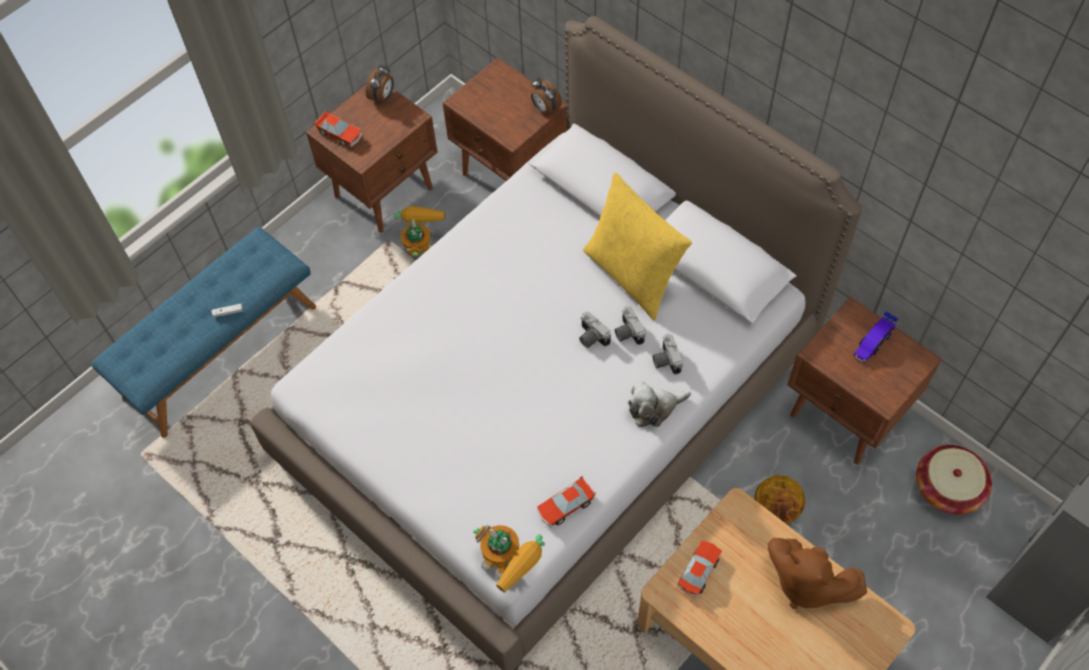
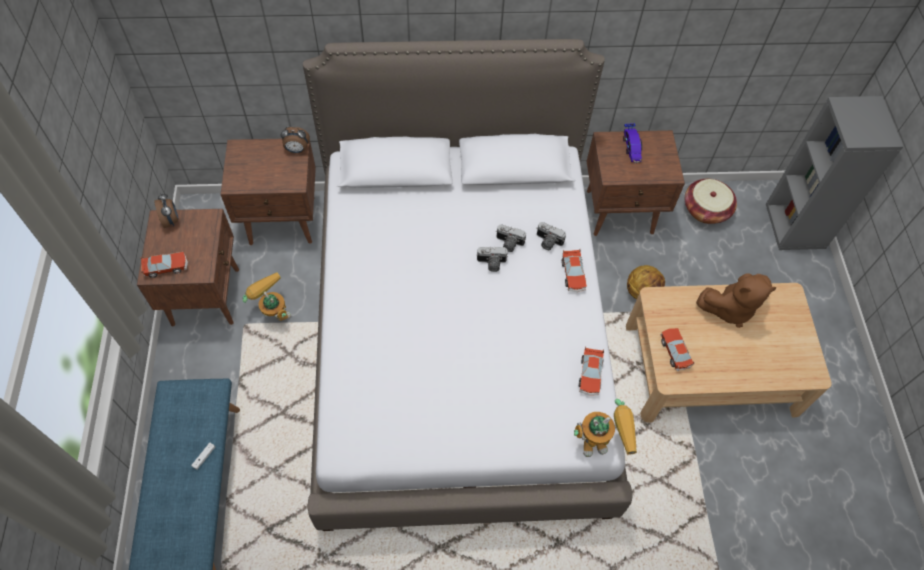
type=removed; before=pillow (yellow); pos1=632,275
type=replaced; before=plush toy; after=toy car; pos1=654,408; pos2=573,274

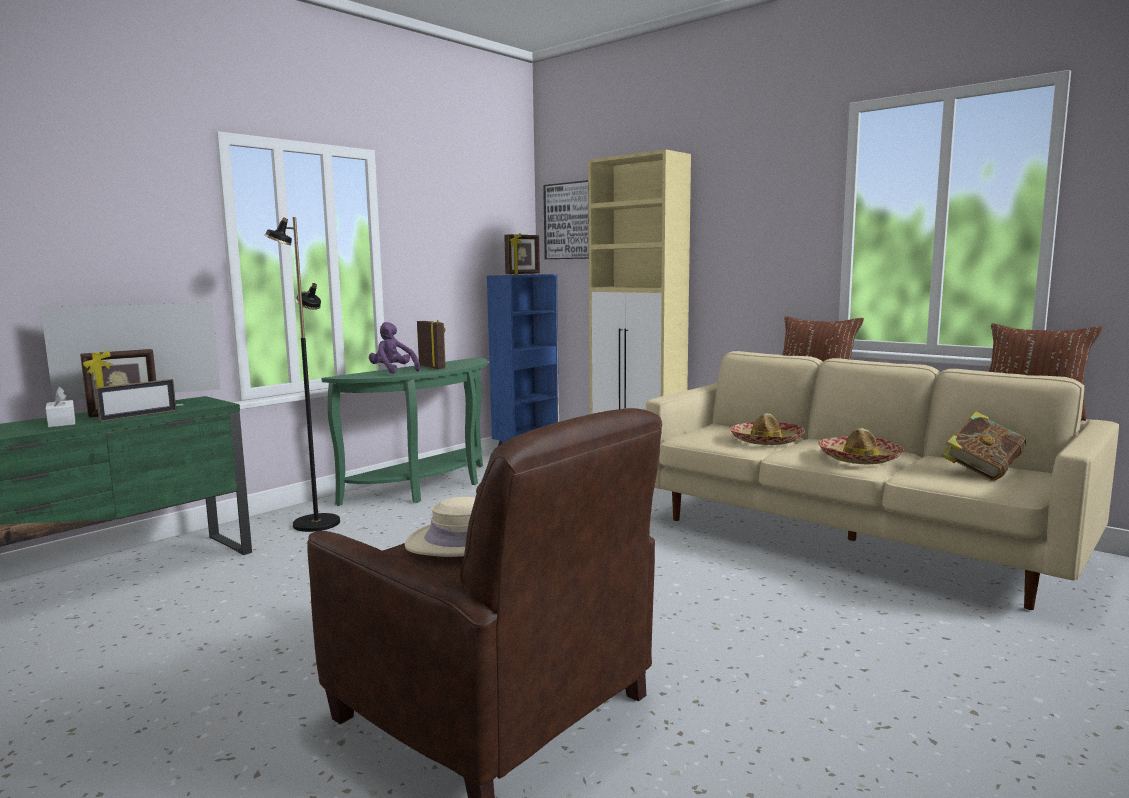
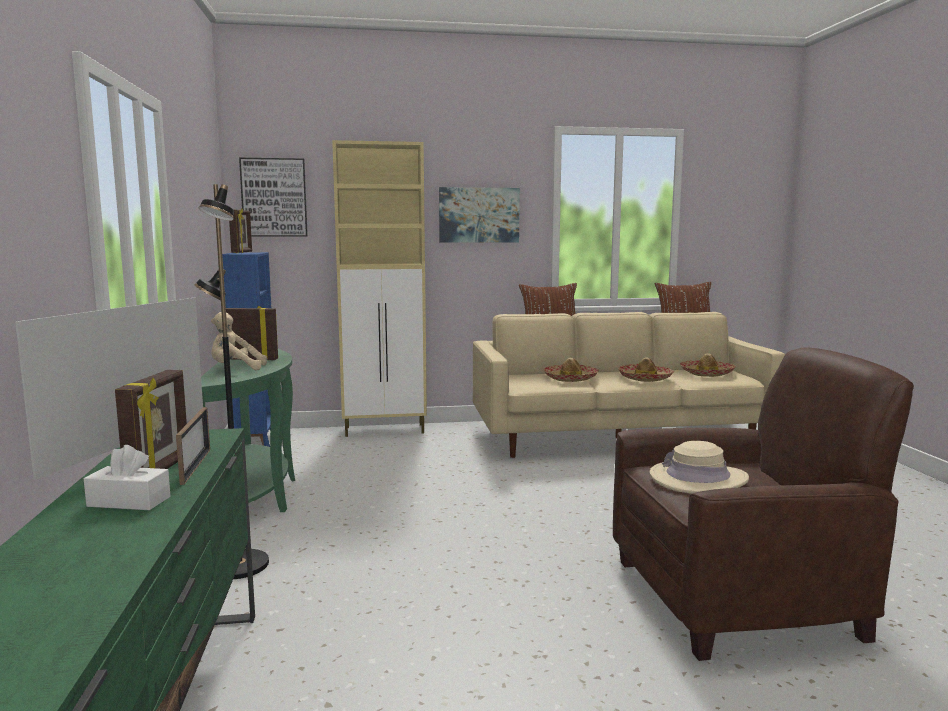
type=recoloured; before=plush toy (purple); after=plush toy (beige); pos1=393,371; pos2=235,369
type=replaced; before=book; after=hat; pos1=981,472; pos2=706,373
type=added; after=picture; pos2=479,215

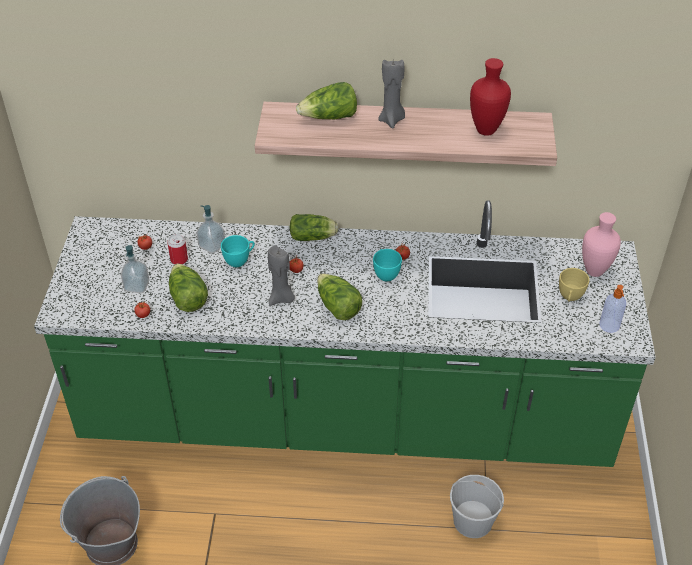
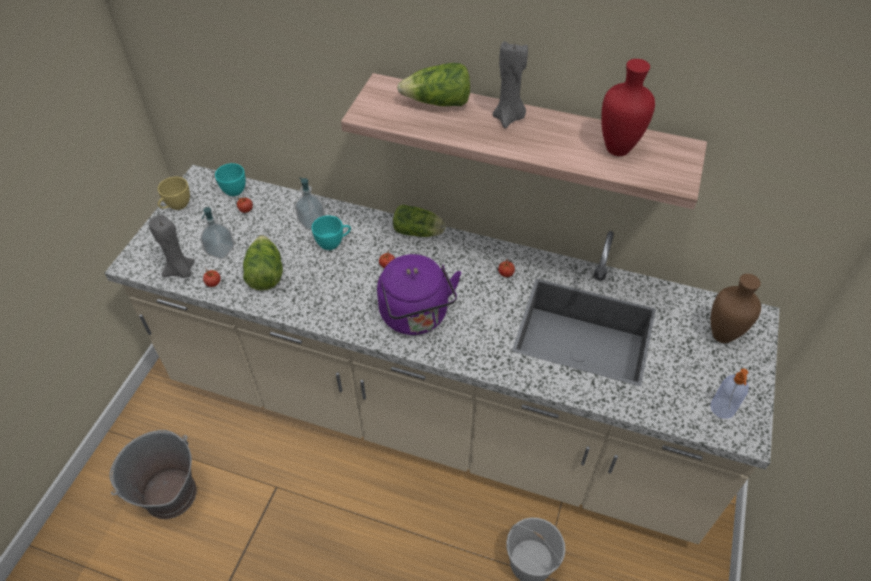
type=recoloured; before=counter (green); after=counter (beige); pos1=346,416; pos2=435,414
type=removed; before=can; pos1=179,259
type=moved; before=candle (grey); pos1=282,298; pos2=180,271
type=replaced; before=lettuce; after=kettle (purple); pos1=337,306; pos2=416,317
type=moved; before=cup (turquoise); pos1=385,273; pos2=235,188
type=moved; before=cup (yellow); pos1=569,297; pos2=176,206
type=recoloured; before=vase (pink); after=vase (brown); pos1=593,271; pos2=721,334

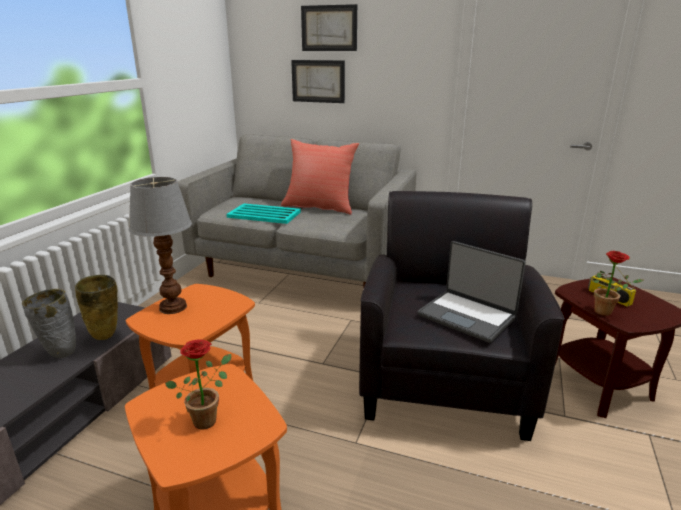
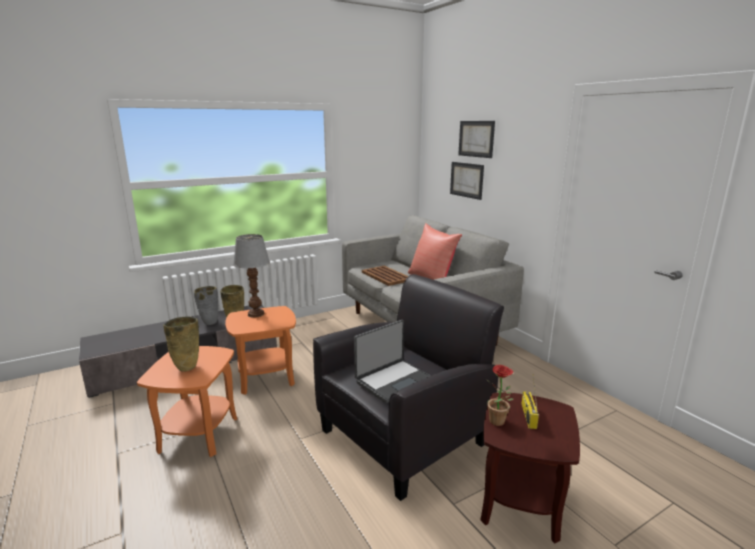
type=replaced; before=potted plant; after=vase (beige); pos1=208,418; pos2=187,366
type=recoloured; before=tray (turquoise); after=tray (brown); pos1=263,214; pos2=386,276
type=turned; before=laptop; pos1=467,316; pos2=393,381; turn=-120

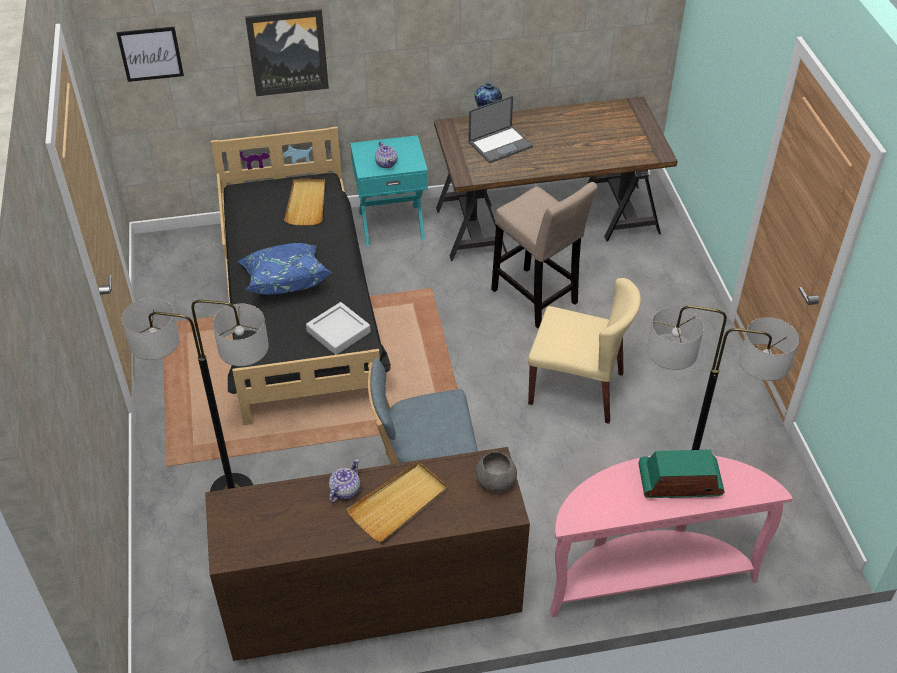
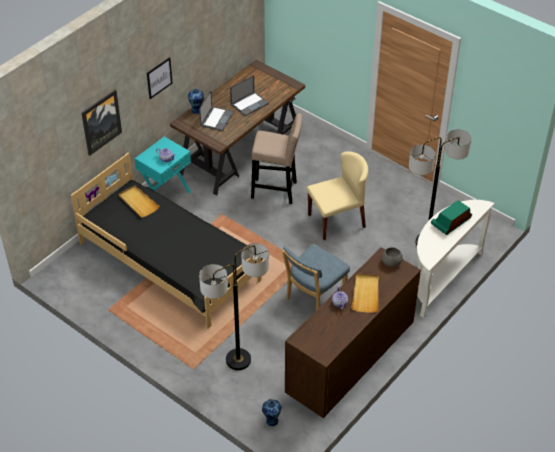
type=moved; before=picture; pos1=150,54; pos2=159,78
type=removed; before=pillow (blue); pos1=285,280
type=removed; before=tray (grey); pos1=338,332
type=recoloured; before=console table (pink); after=console table (white); pos1=646,574; pos2=441,278
type=added; after=laptop; pos2=249,104
type=added; after=vase; pos2=271,420

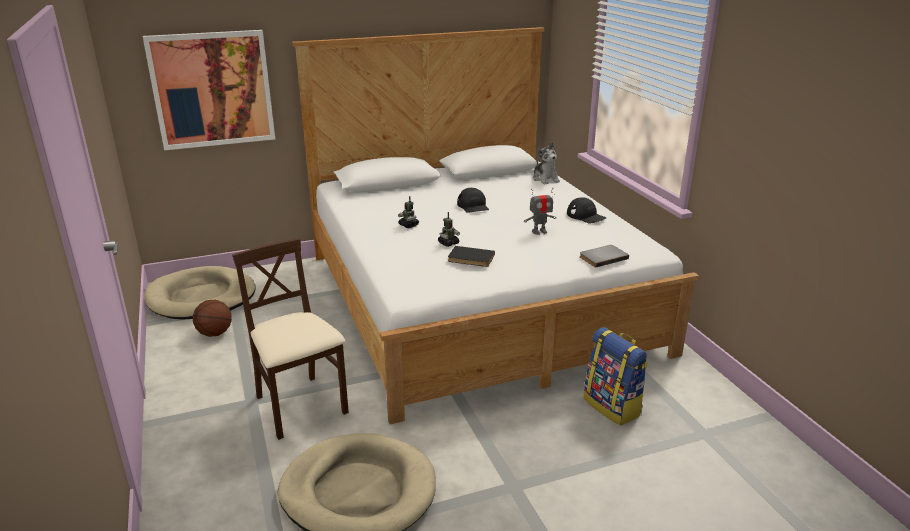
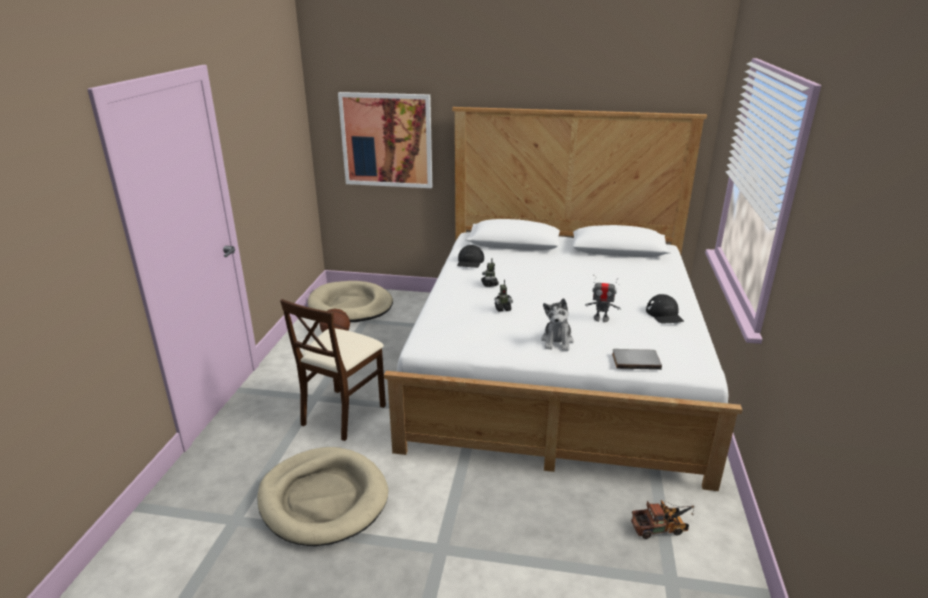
type=turned; before=chair (beige); pos1=300,406; pos2=343,413; turn=-150
type=removed; before=book (black); pos1=470,259
type=moved; before=cap (black); pos1=473,206; pos2=470,262
type=moved; before=plush toy; pos1=545,179; pos2=557,341
type=removed; before=backpack; pos1=613,406
type=added; after=toy truck; pos2=662,528

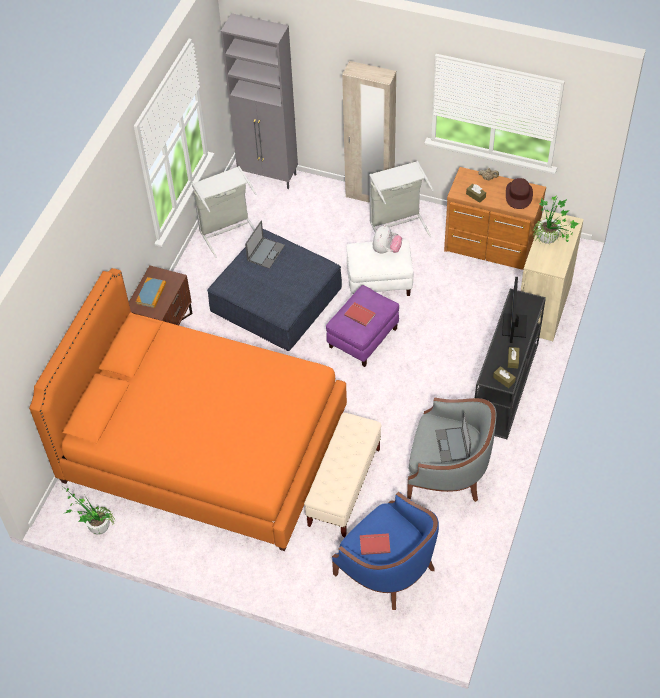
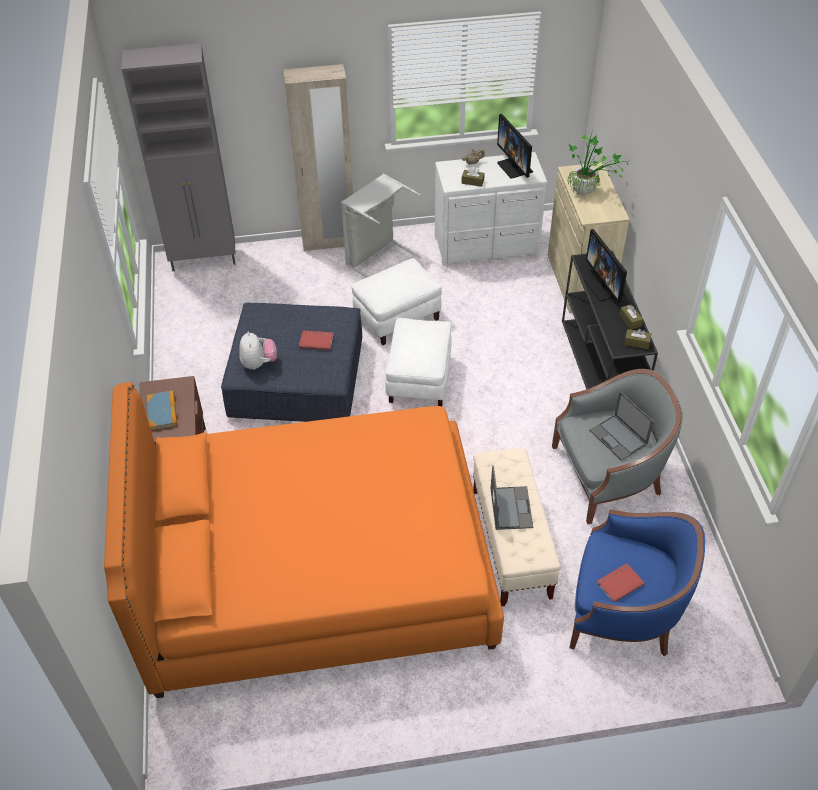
type=removed; before=potted plant; pos1=95,526
type=removed; before=laundry basket (grey); pos1=227,231
type=moved; before=laptop; pos1=266,252; pos2=510,507
type=recoloured; before=ottoman (purple); after=ottoman (white); pos1=363,337; pos2=418,378
type=moved; before=book (red); pos1=360,314; pos2=316,340
type=moved; before=plush toy; pos1=386,250; pos2=259,363
type=recoloured; before=dresser (brown); after=dresser (white); pos1=491,248; pos2=487,247
type=replaced; before=hat (brown); after=monitor; pos1=519,195; pos2=515,167

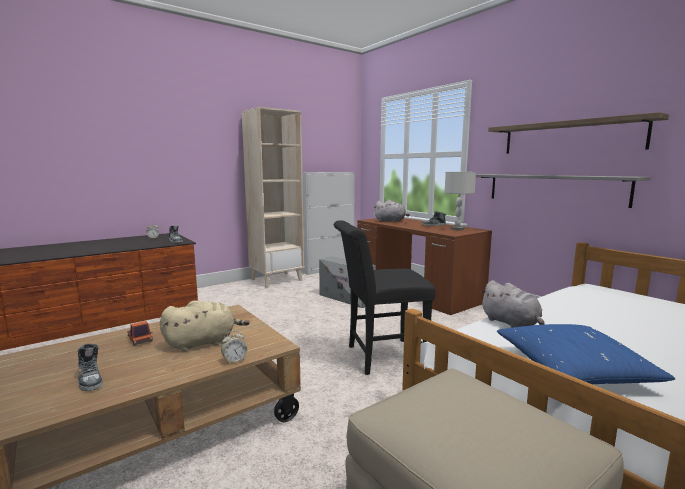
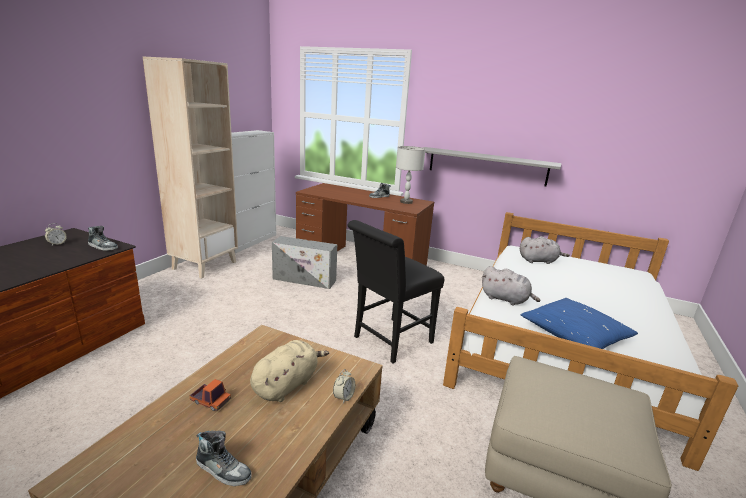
type=moved; before=plush toy (grey); pos1=391,221; pos2=539,261
type=removed; before=shelf; pos1=570,137

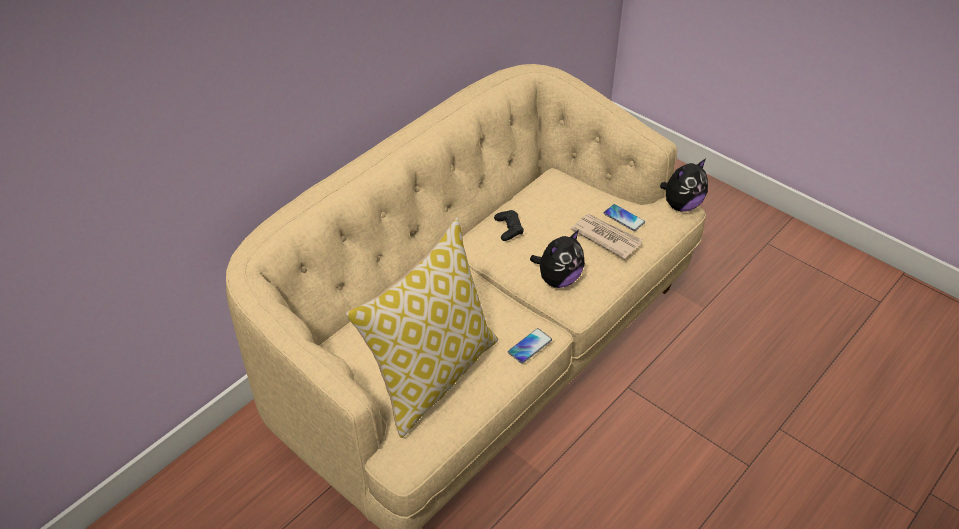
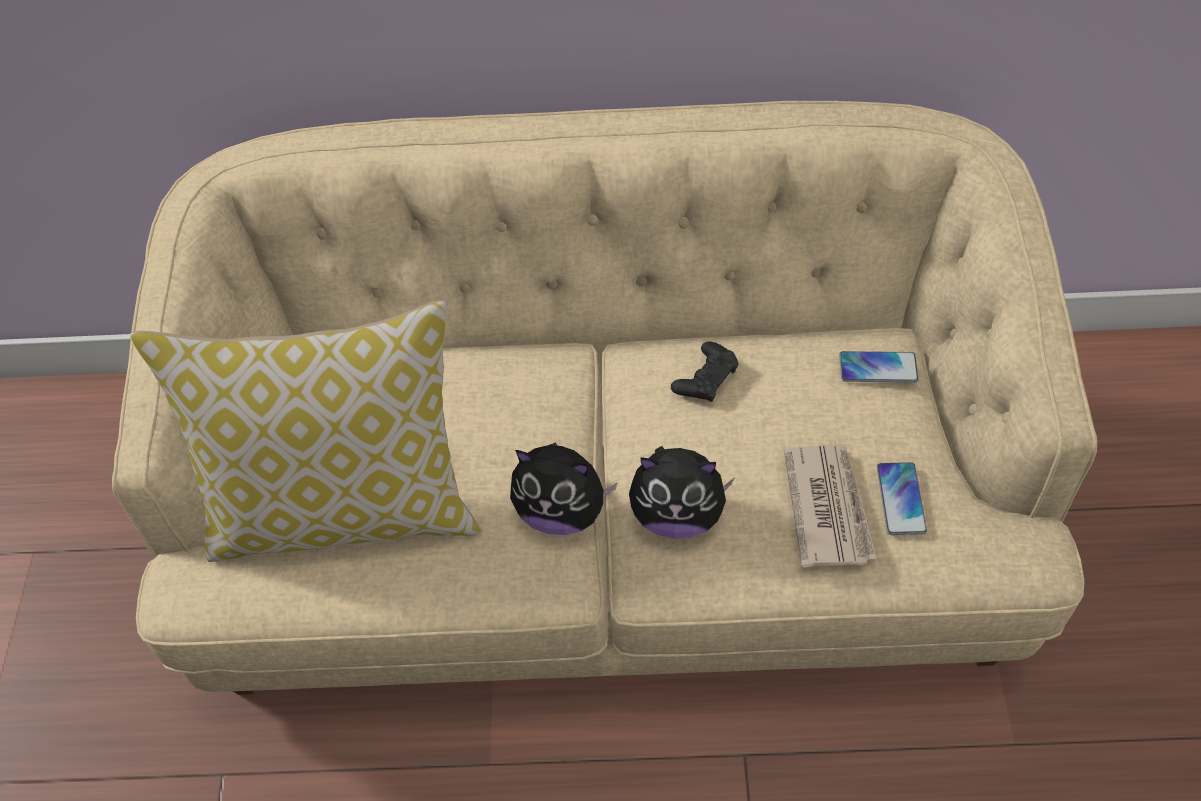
type=moved; before=phone; pos1=529,346; pos2=878,368
type=moved; before=plush toy; pos1=681,205; pos2=561,511

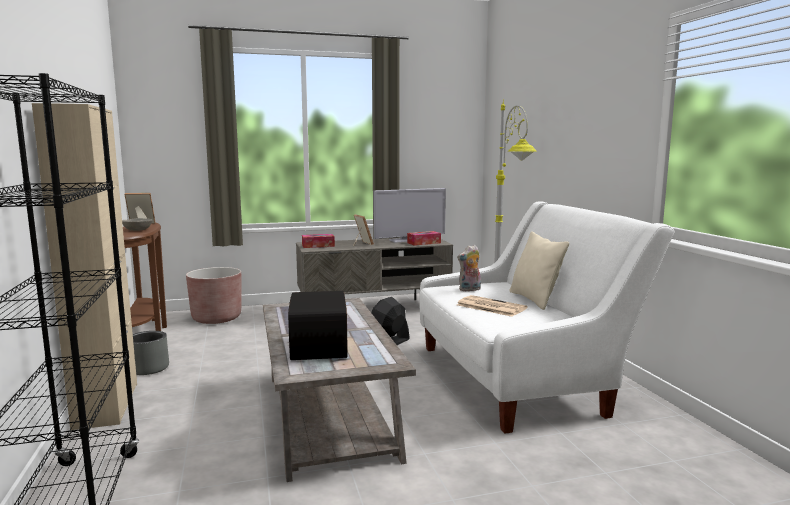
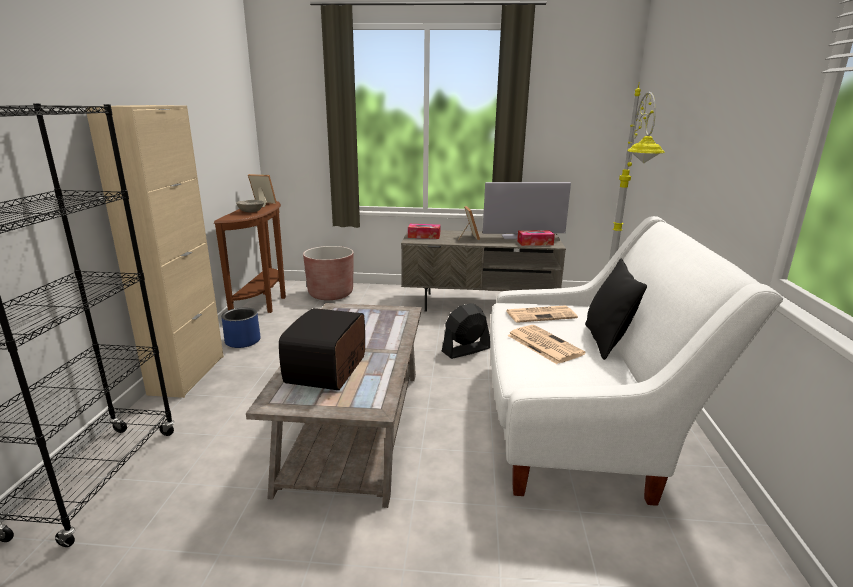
type=recoloured; before=planter (grey); after=planter (blue); pos1=149,368; pos2=243,341
type=replaced; before=plush toy; after=newspaper; pos1=469,290; pos2=541,314
type=recoloured; before=pillow (beige); after=pillow (black); pos1=535,300; pos2=606,341

